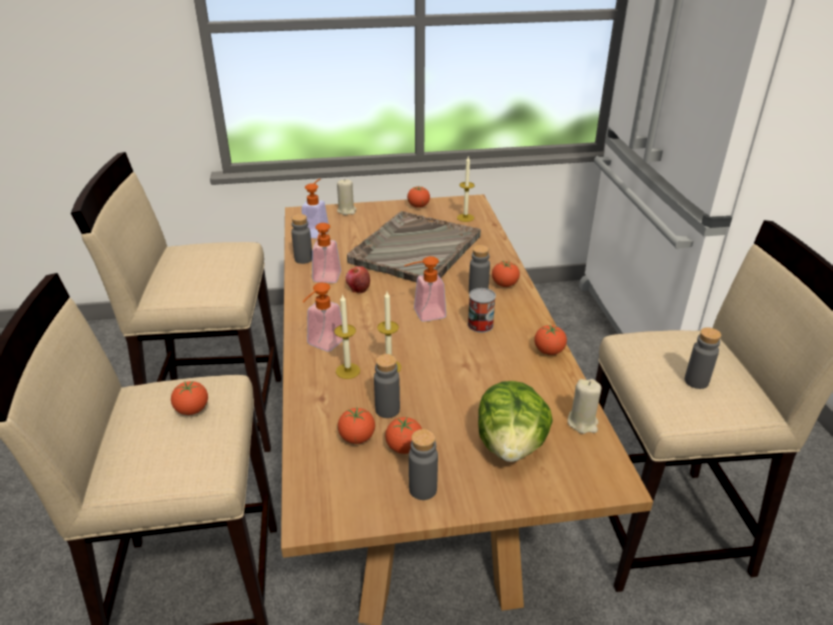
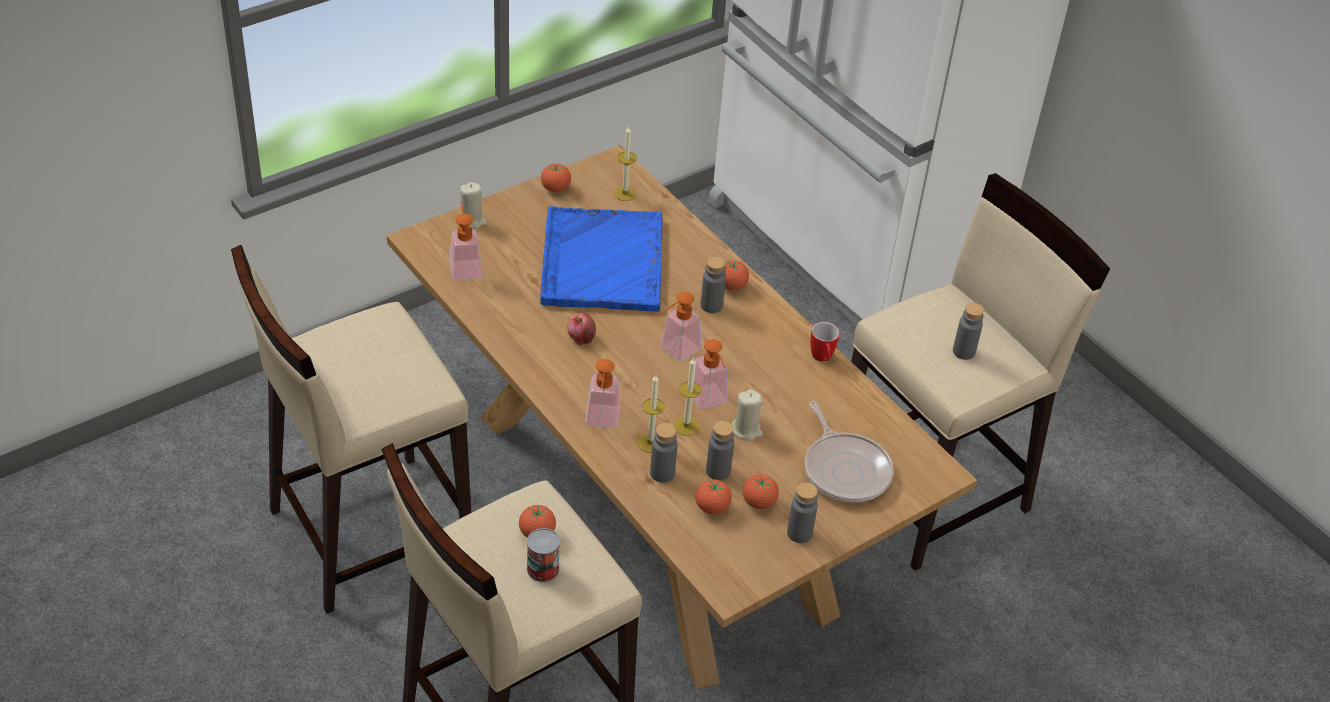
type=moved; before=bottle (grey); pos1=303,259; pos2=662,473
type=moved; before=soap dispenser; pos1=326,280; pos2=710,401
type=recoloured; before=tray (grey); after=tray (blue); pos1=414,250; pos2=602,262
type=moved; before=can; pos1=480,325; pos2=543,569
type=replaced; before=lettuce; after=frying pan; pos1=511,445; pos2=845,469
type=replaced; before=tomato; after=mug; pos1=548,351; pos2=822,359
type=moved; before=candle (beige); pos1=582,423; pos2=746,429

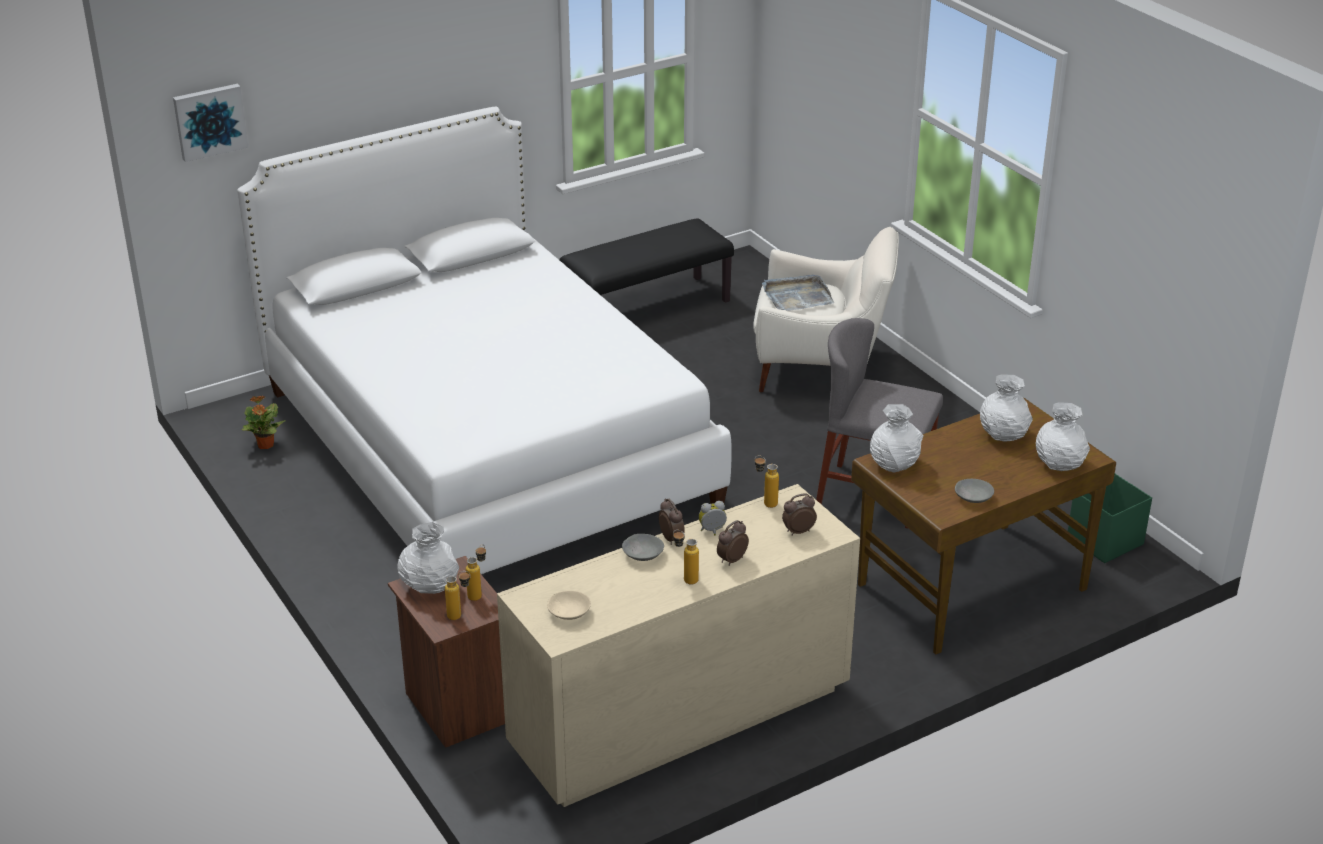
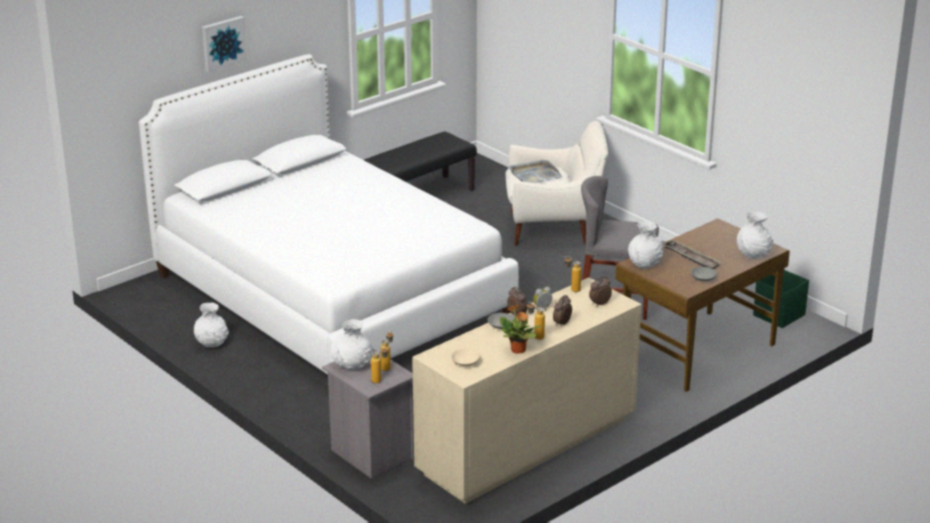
type=moved; before=picture; pos1=209,121; pos2=223,43
type=moved; before=potted plant; pos1=265,445; pos2=518,350
type=recoloured; before=nightstand (brown); after=nightstand (grey); pos1=457,707; pos2=370,454
type=moved; before=vase (white); pos1=1003,435; pos2=212,343
type=added; after=tray; pos2=691,258

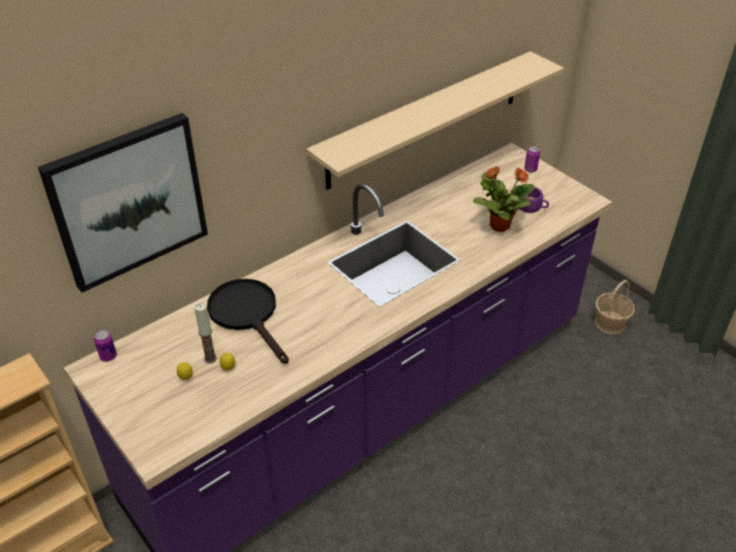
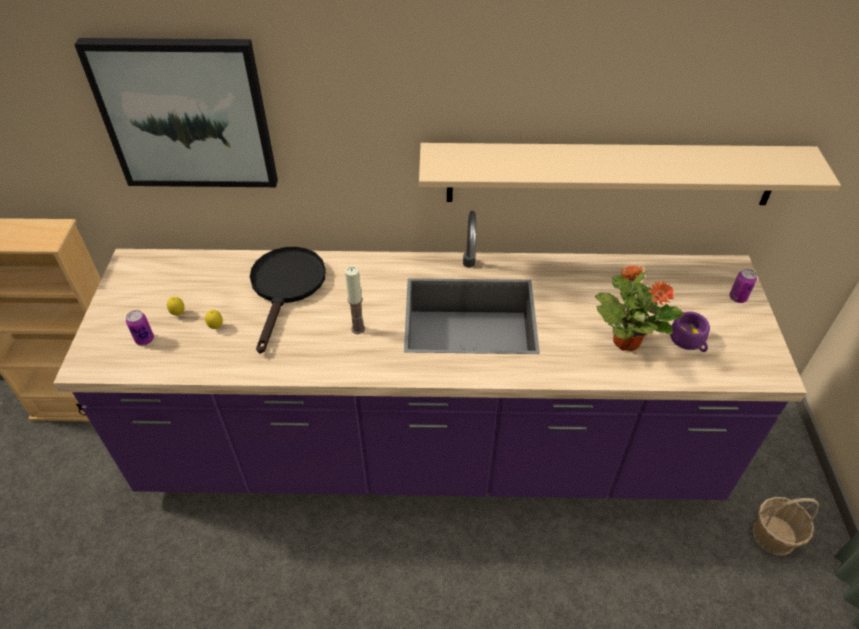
type=moved; before=can; pos1=108,356; pos2=145,339
type=moved; before=candle; pos1=210,358; pos2=358,328

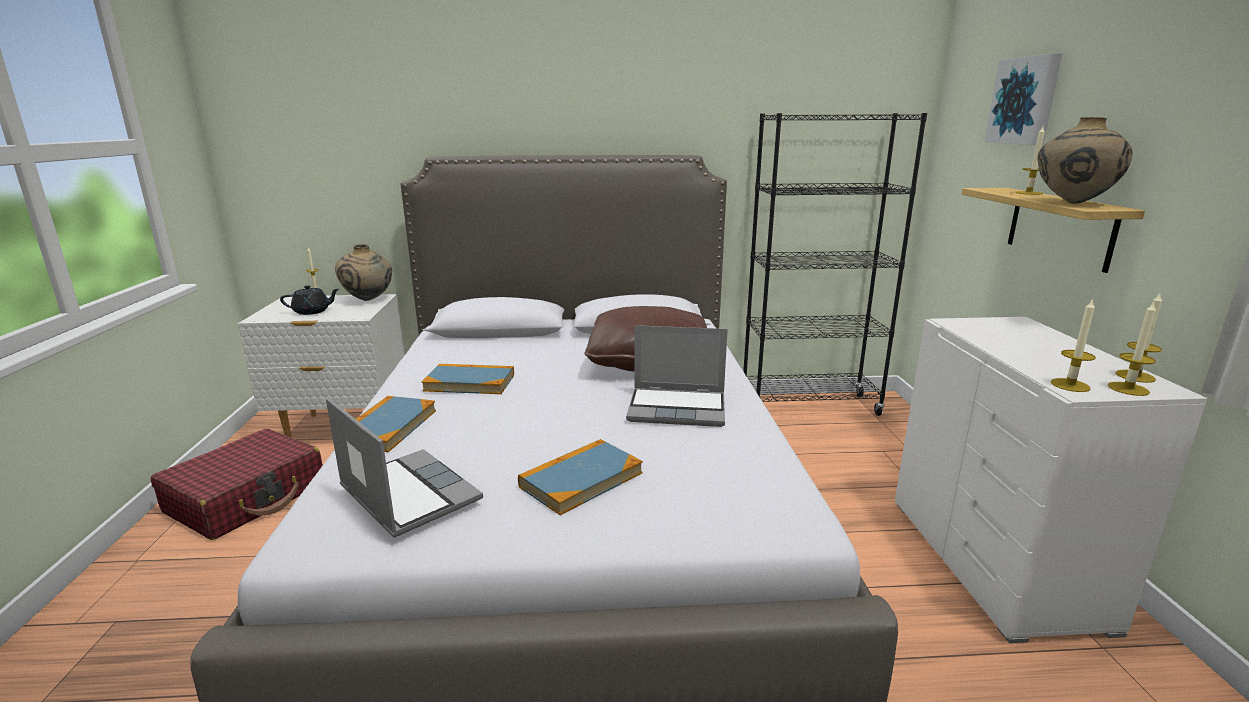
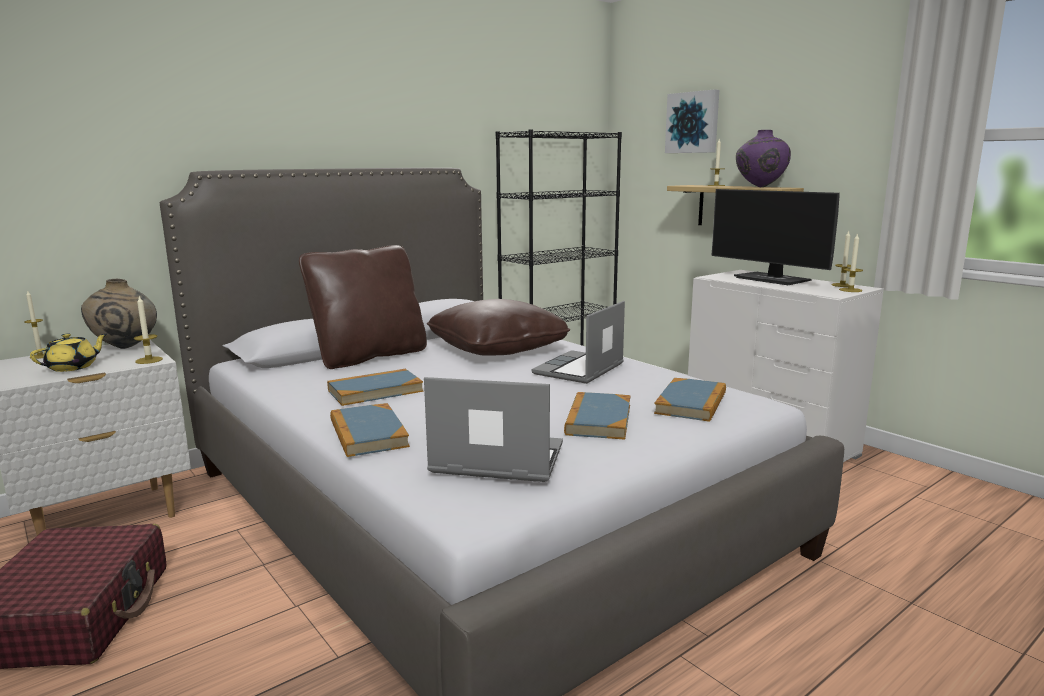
type=recoloured; before=teapot (black); after=teapot (yellow); pos1=312,311; pos2=73,367
type=turned; before=laptop; pos1=678,408; pos2=579,369; turn=150
type=recoloured; before=vase (beige); after=vase (purple); pos1=1072,203; pos2=760,187
type=moved; before=candle; pos1=1070,385; pos2=149,360
type=added; after=pillow (brown); pos2=369,356
type=added; after=book; pos2=691,403
type=added; after=monitor; pos2=773,279

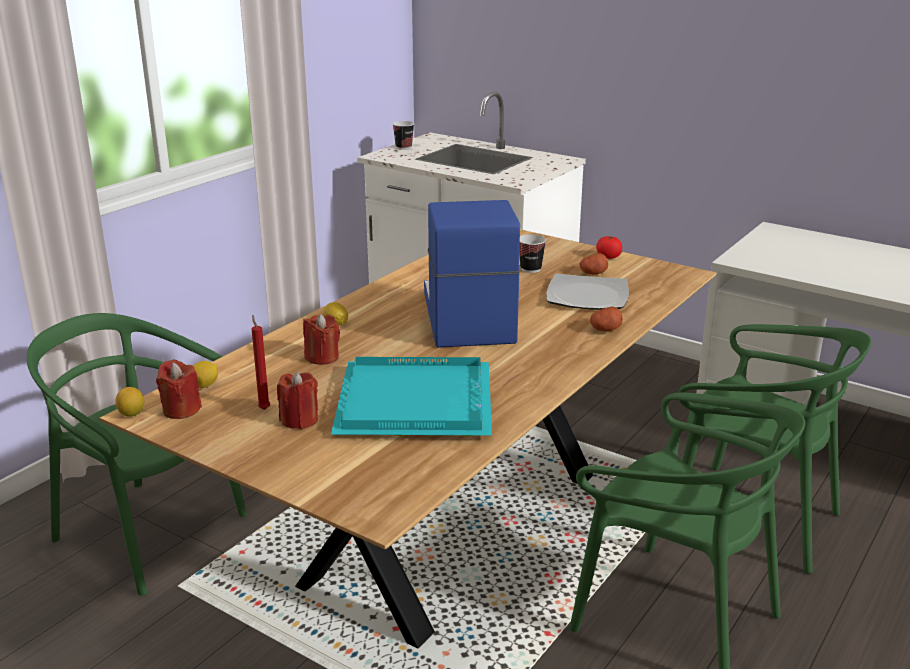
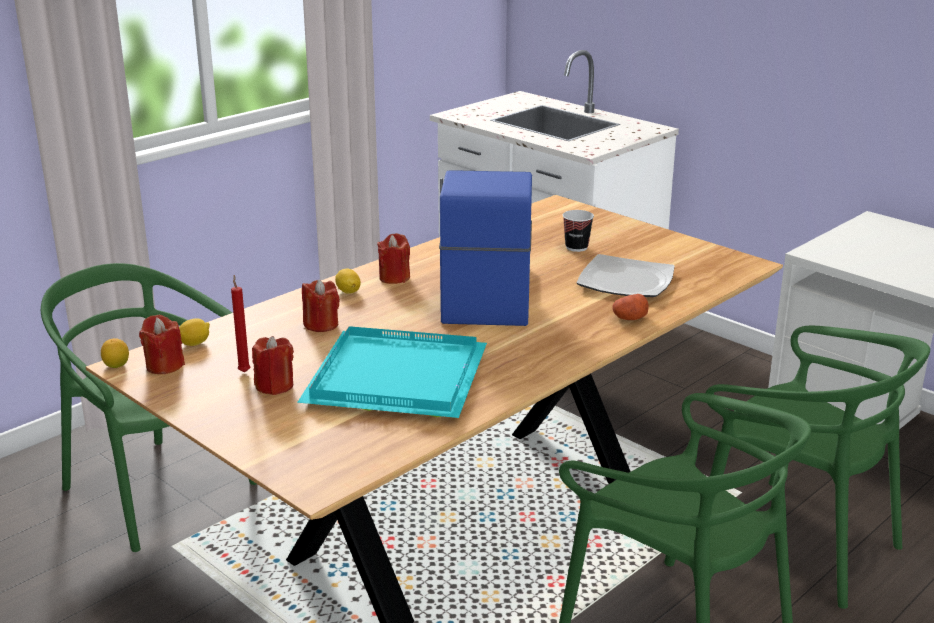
type=removed; before=cup; pos1=403,147
type=removed; before=potato; pos1=593,273
type=removed; before=tomato; pos1=608,257
type=added; after=candle (red); pos2=394,278

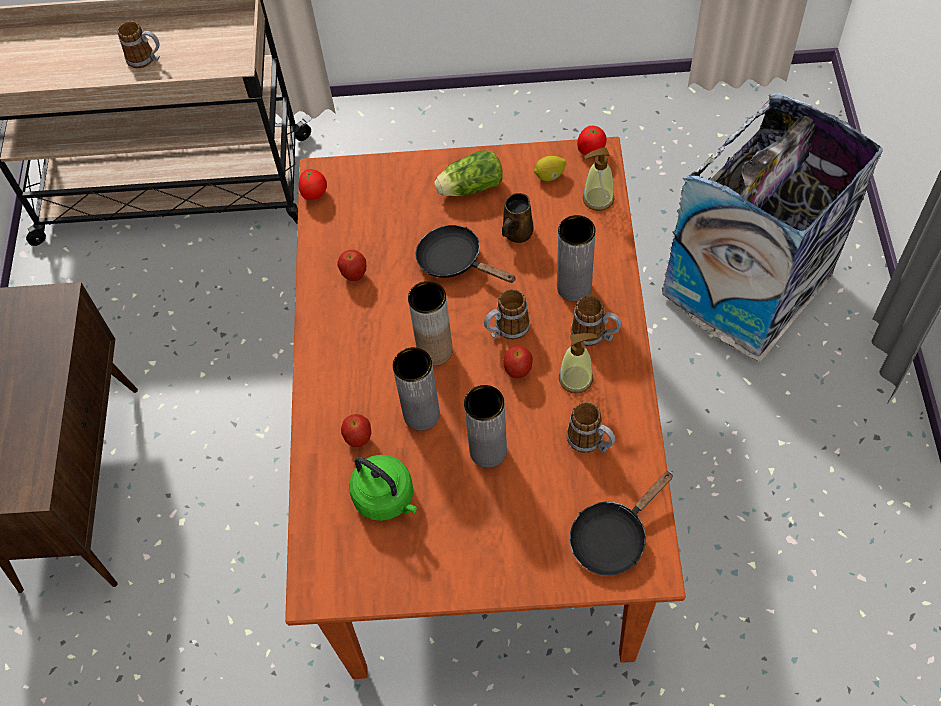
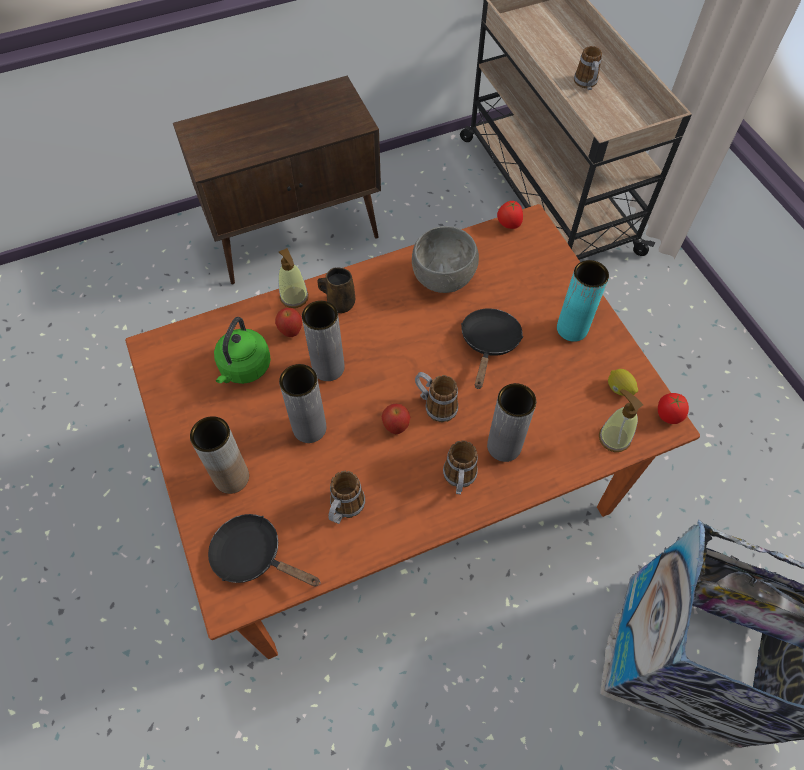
type=replaced; before=apple; after=bowl (grey); pos1=354,275; pos2=443,277
type=moved; before=vase (brown); pos1=435,350; pos2=231,477
type=replaced; before=lettuce; after=vase (turquoise); pos1=468,187; pos2=572,329
type=moved; before=mug (brown); pos1=517,233; pos2=339,303
type=moved; before=soap dispenser; pos1=576,379; pos2=294,297

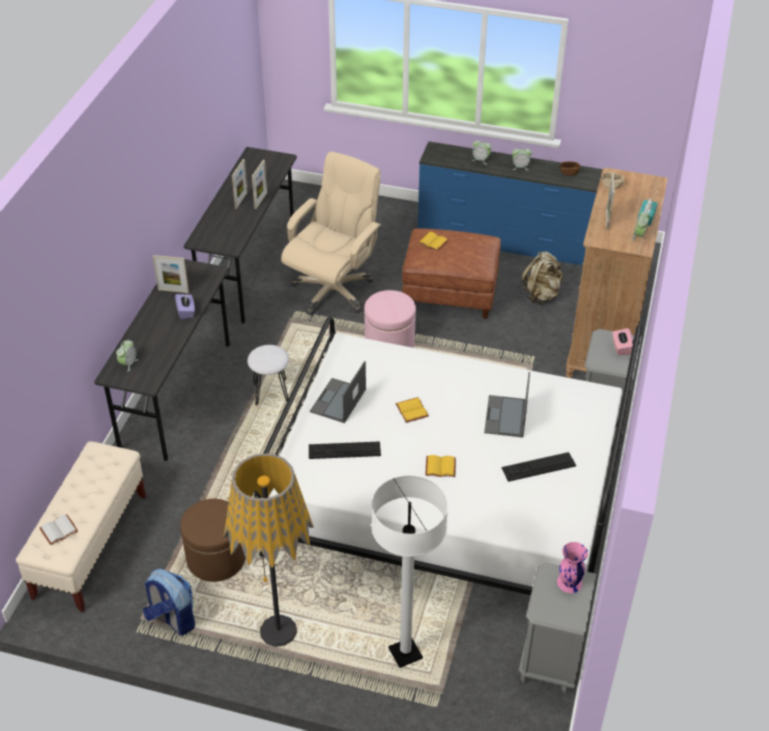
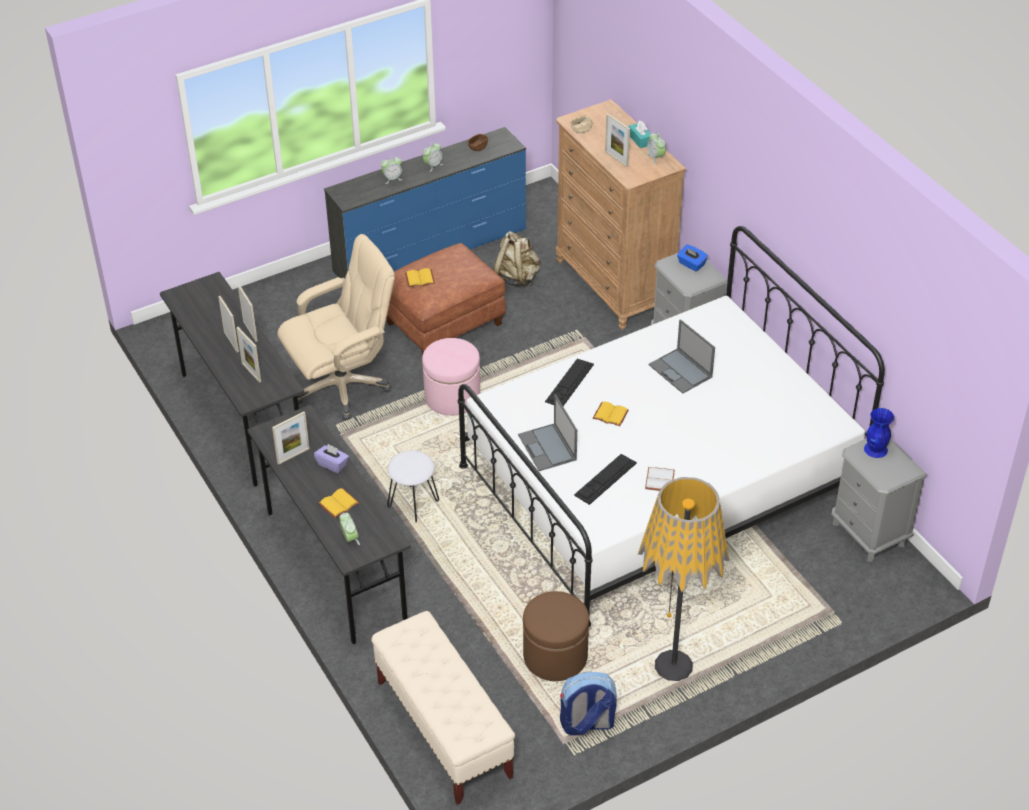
type=moved; before=book (white); pos1=59,531; pos2=660,480
type=turned; before=office chair (beige); pos1=333,290; pos2=342,386; turn=75
type=removed; before=floor lamp (white); pos1=405,653
type=moved; before=book (yellow); pos1=440,468; pos2=339,505
type=moved; before=keyboard; pos1=538,466; pos2=569,383
type=recoloured; before=vase (pink); after=vase (blue); pos1=569,582; pos2=875,449
type=recoloured; before=tissue box (pink); after=tissue box (blue); pos1=621,348; pos2=691,264
type=added; after=picture frame; pos2=251,372

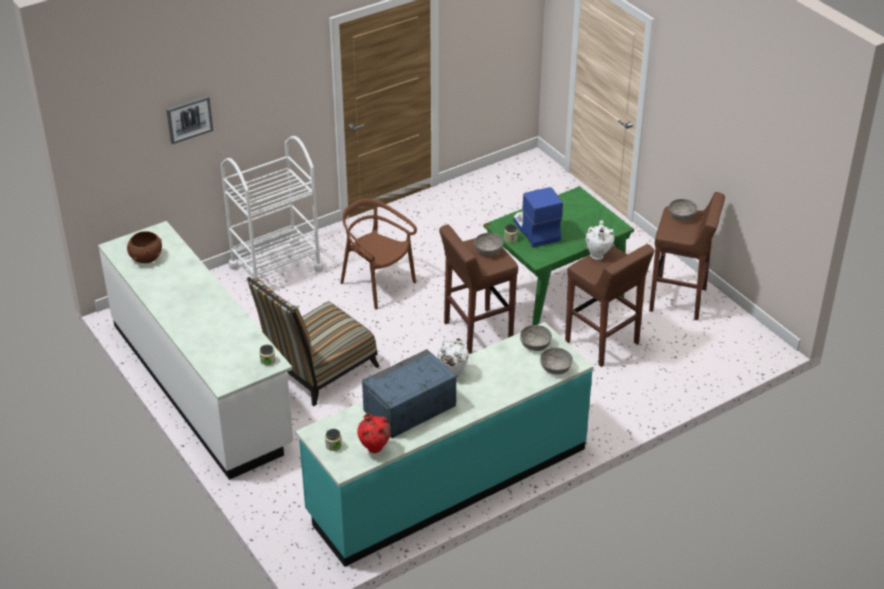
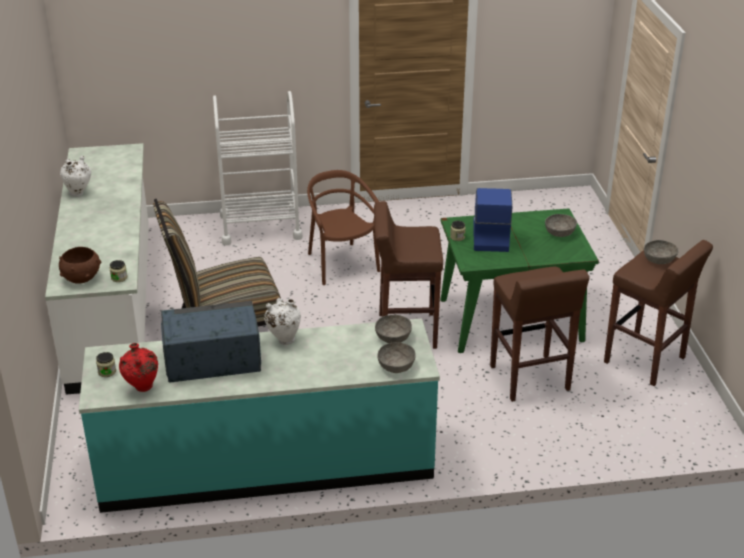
type=moved; before=bowl (brown); pos1=146,258; pos2=81,278
type=removed; before=picture; pos1=189,119
type=moved; before=bowl (grey); pos1=488,250; pos2=559,232
type=moved; before=vase (white); pos1=598,255; pos2=79,193

